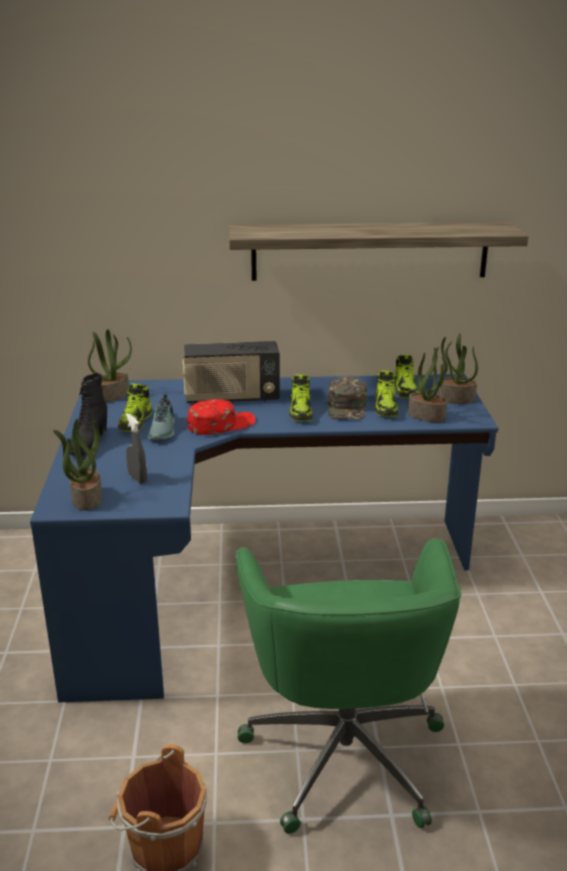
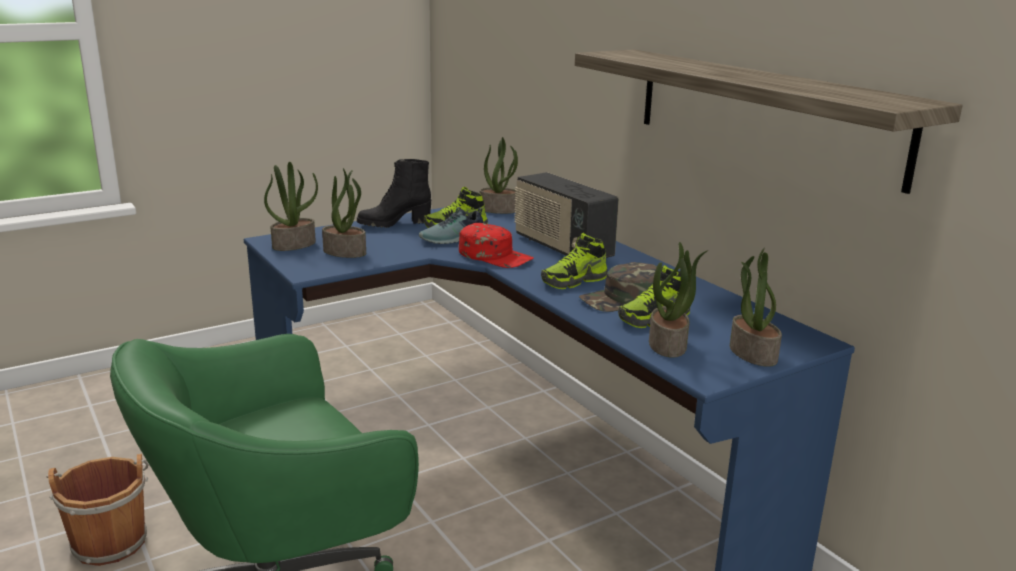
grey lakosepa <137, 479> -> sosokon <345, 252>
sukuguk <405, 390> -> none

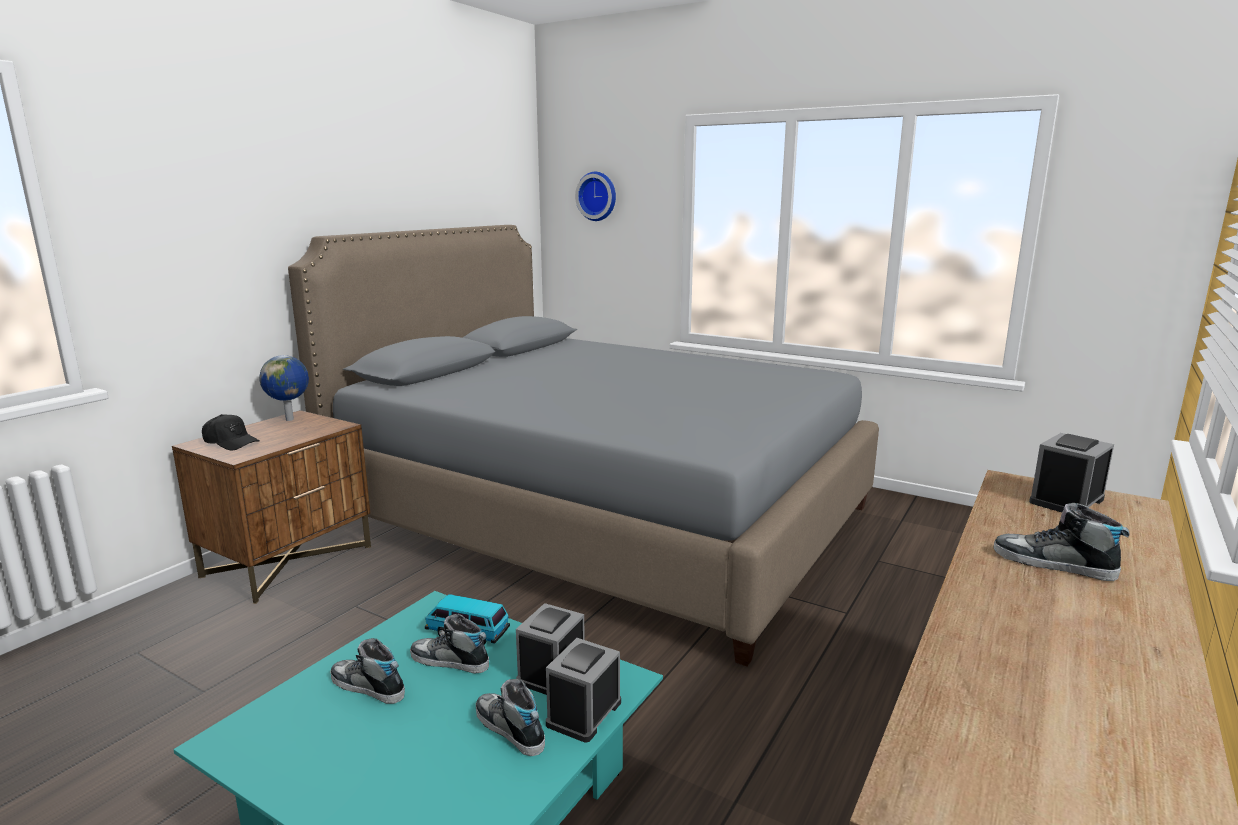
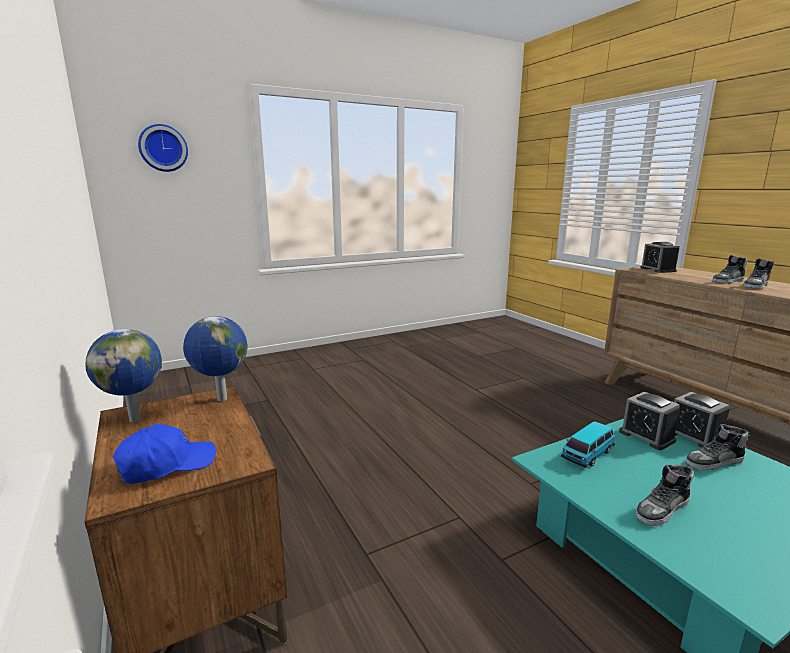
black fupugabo <231, 442> -> blue fupugabo <167, 465>
none -> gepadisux <221, 399>
sukuguk <449, 661> -> sukuguk <756, 286>, shifted
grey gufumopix <601, 515> -> none

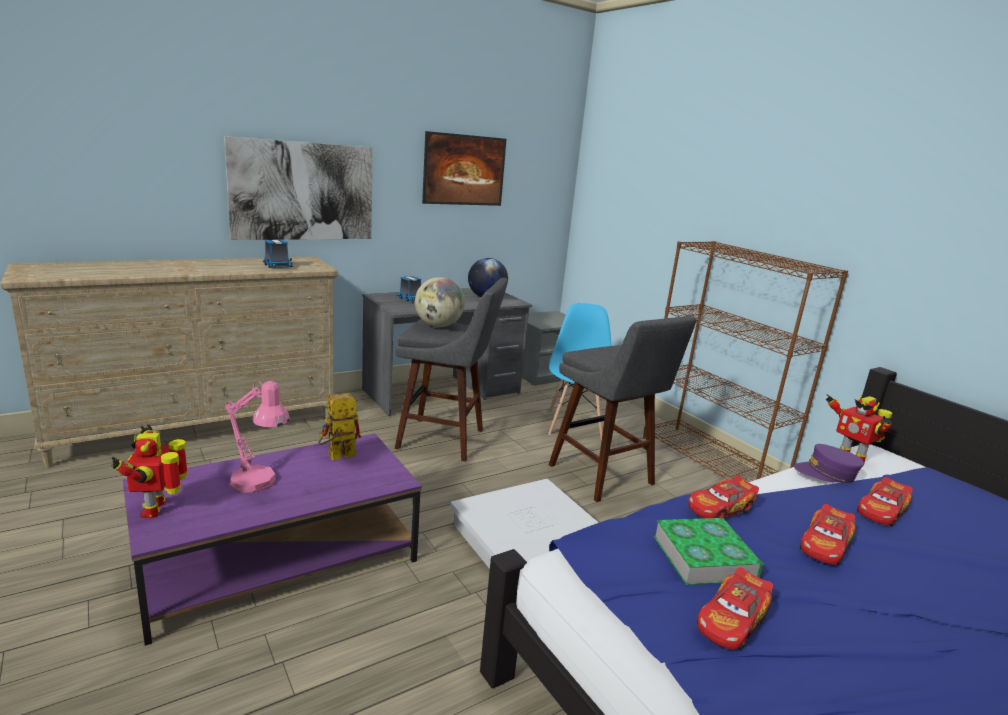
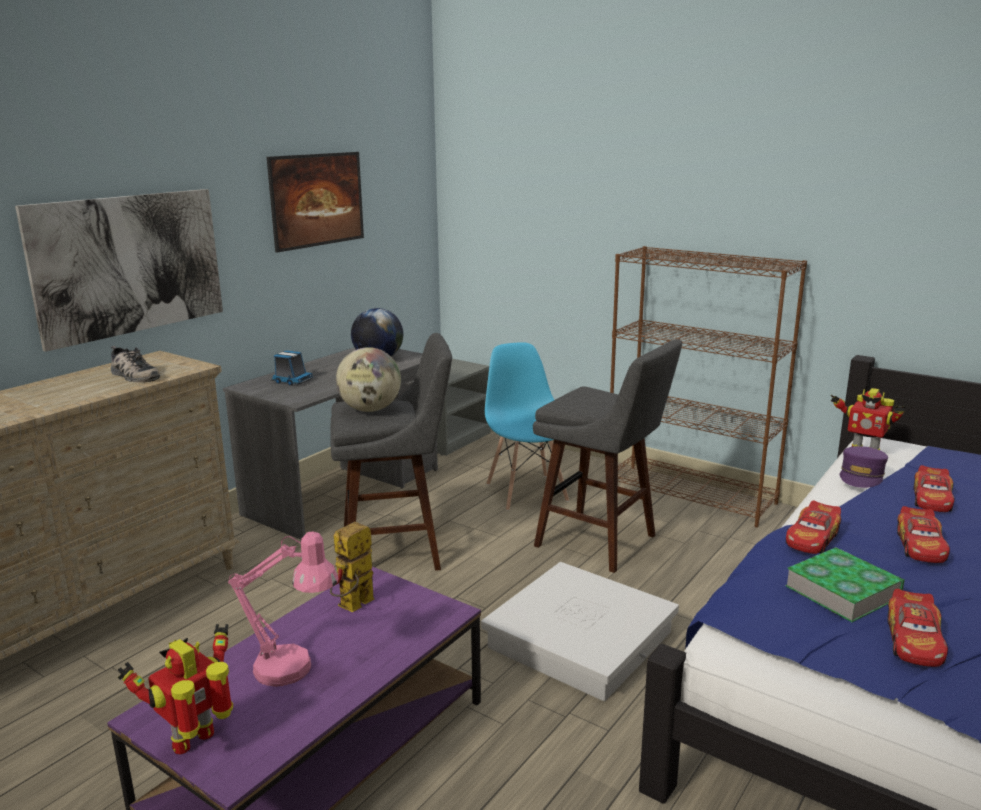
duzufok <277, 266> -> sukuguk <133, 376>
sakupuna <157, 508> -> sakupuna <196, 741>, 75 degrees clockwise
purple fupugabo <826, 473> -> purple fupugabo <861, 476>, 45 degrees counterclockwise

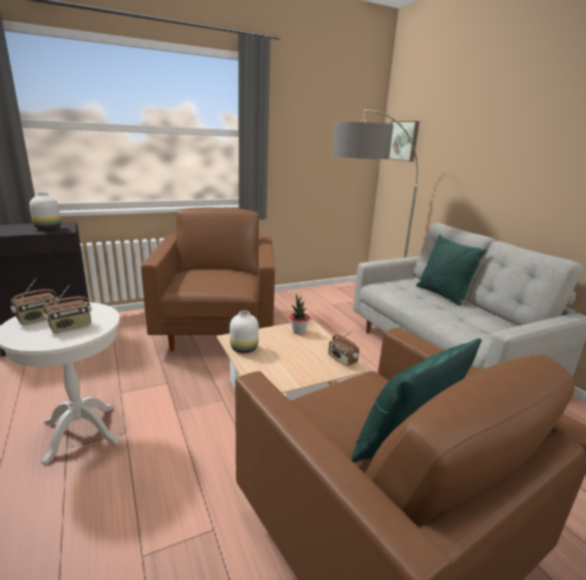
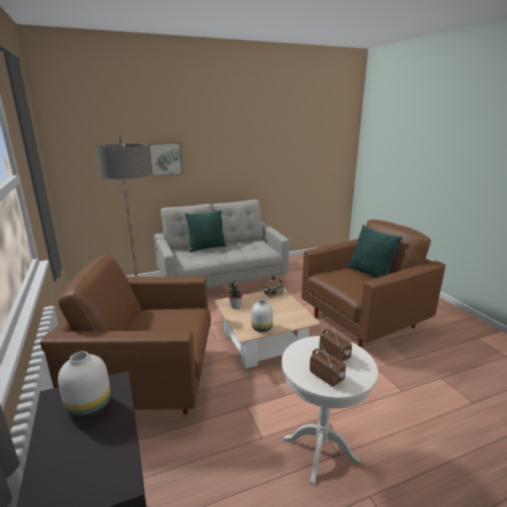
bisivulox <403, 141> -> bisivulox <165, 159>, shifted

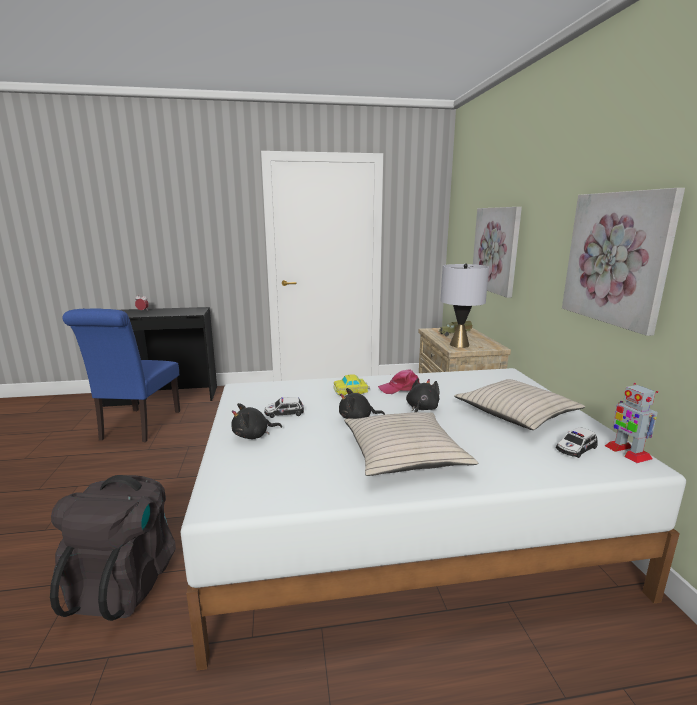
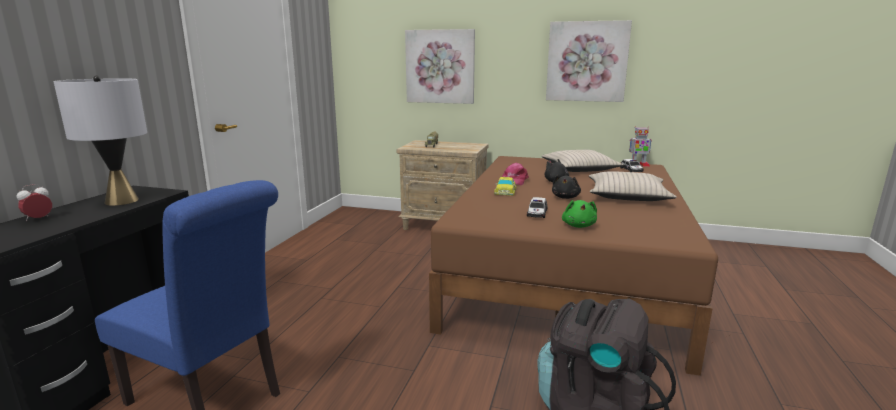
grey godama <459, 345> -> grey godama <122, 201>, shifted
white gufumopix <402, 523> -> brown gufumopix <566, 274>
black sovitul <253, 435> -> green sovitul <578, 225>

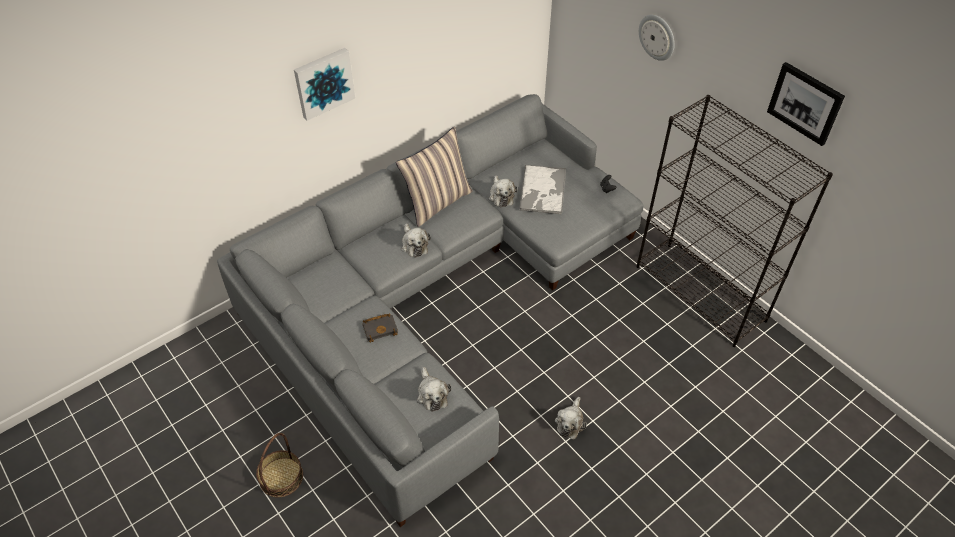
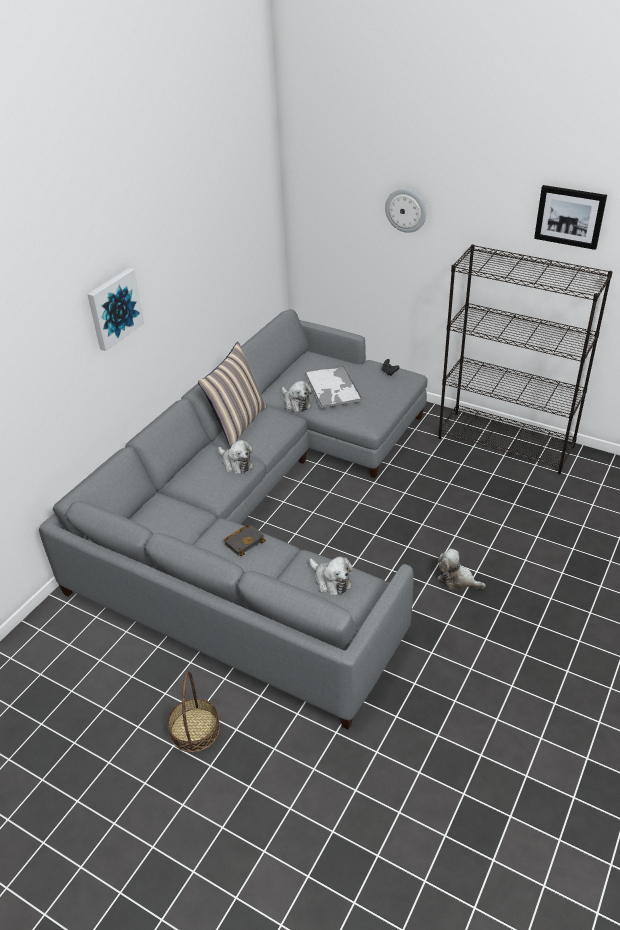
sovitul <570, 422> -> sovitul <457, 579>, 120 degrees clockwise

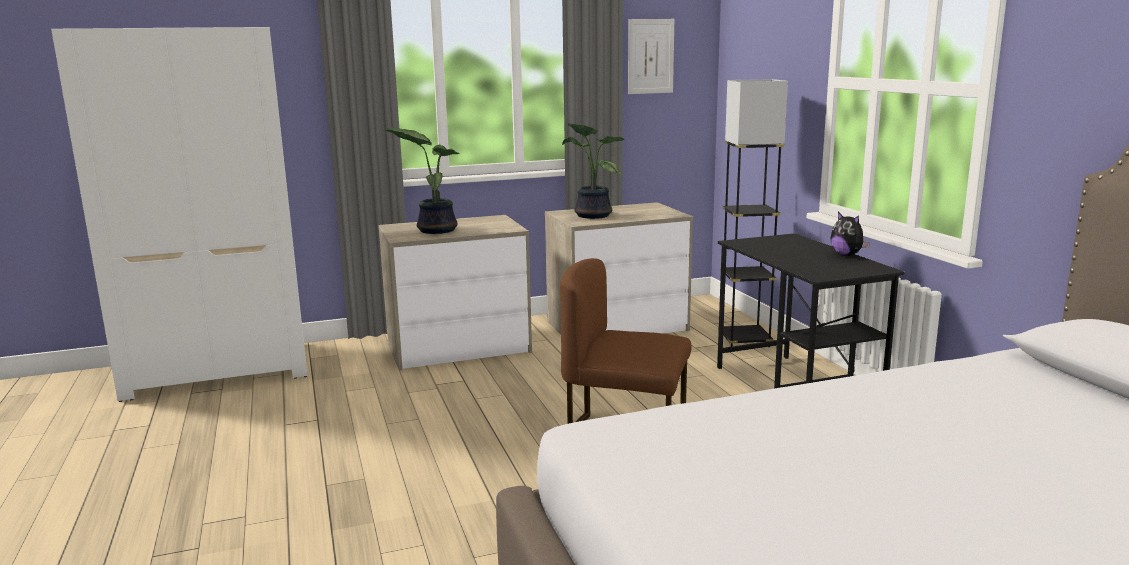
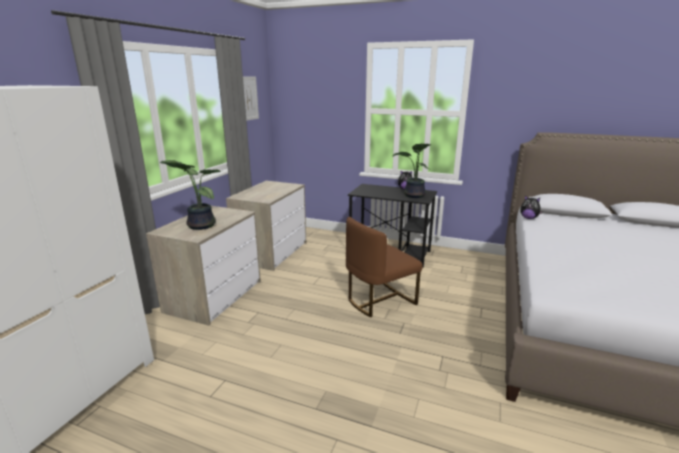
sosokon <590, 215> -> sosokon <414, 196>, shifted
none -> sovitul <529, 218>
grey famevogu <744, 341> -> none

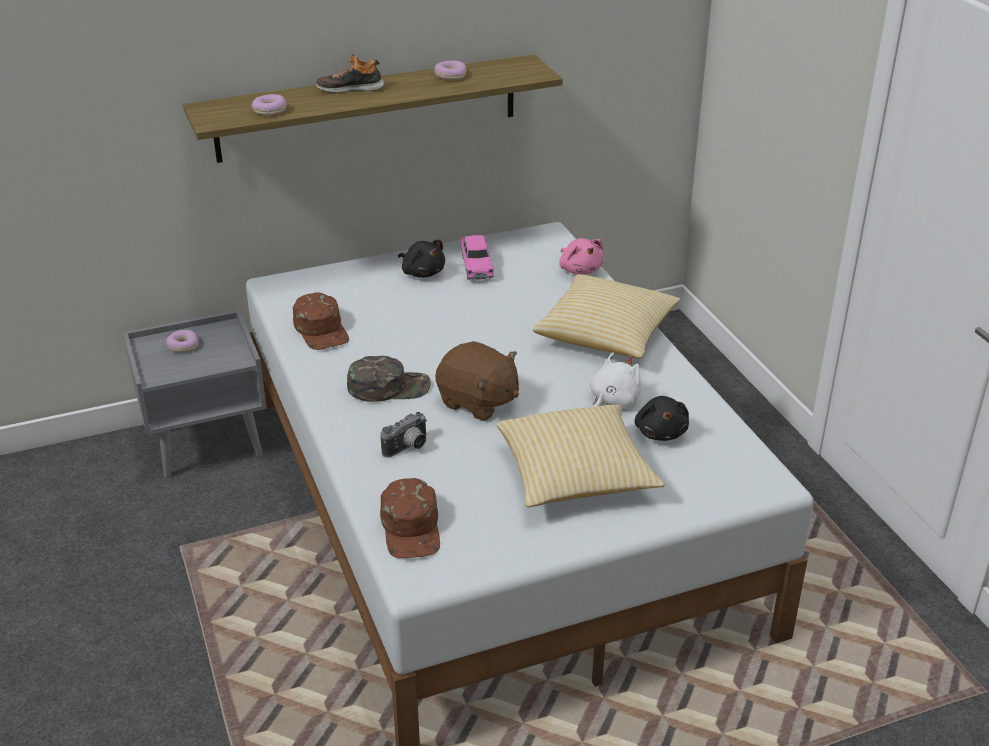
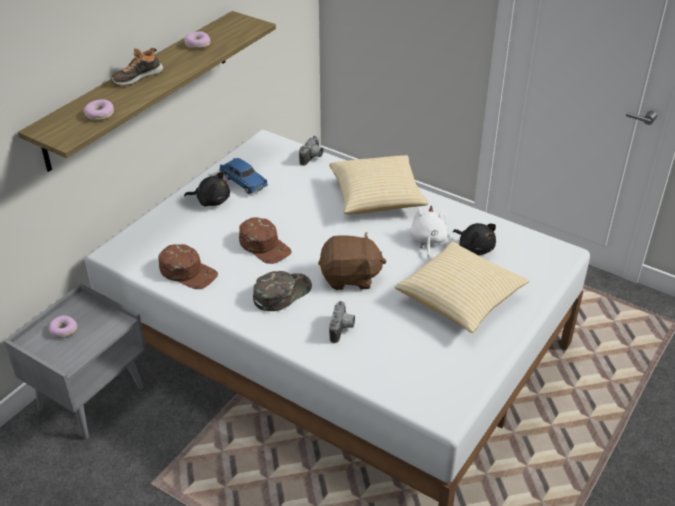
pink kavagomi <476, 266> -> blue kavagomi <243, 182>
brown fupugabo <412, 528> -> brown fupugabo <265, 246>, shifted
pink sovitul <580, 269> -> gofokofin <313, 158>

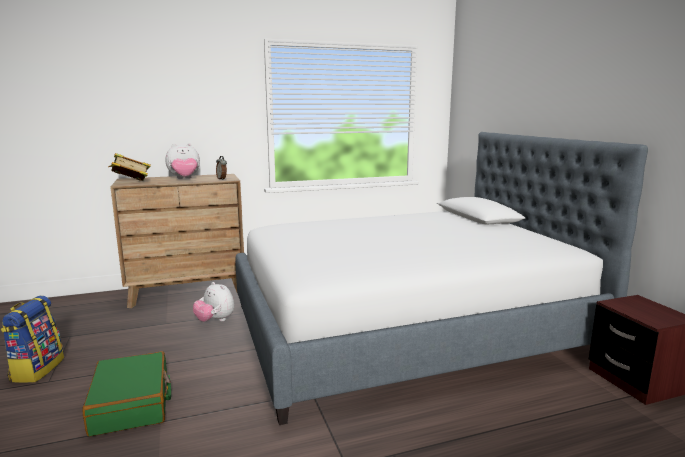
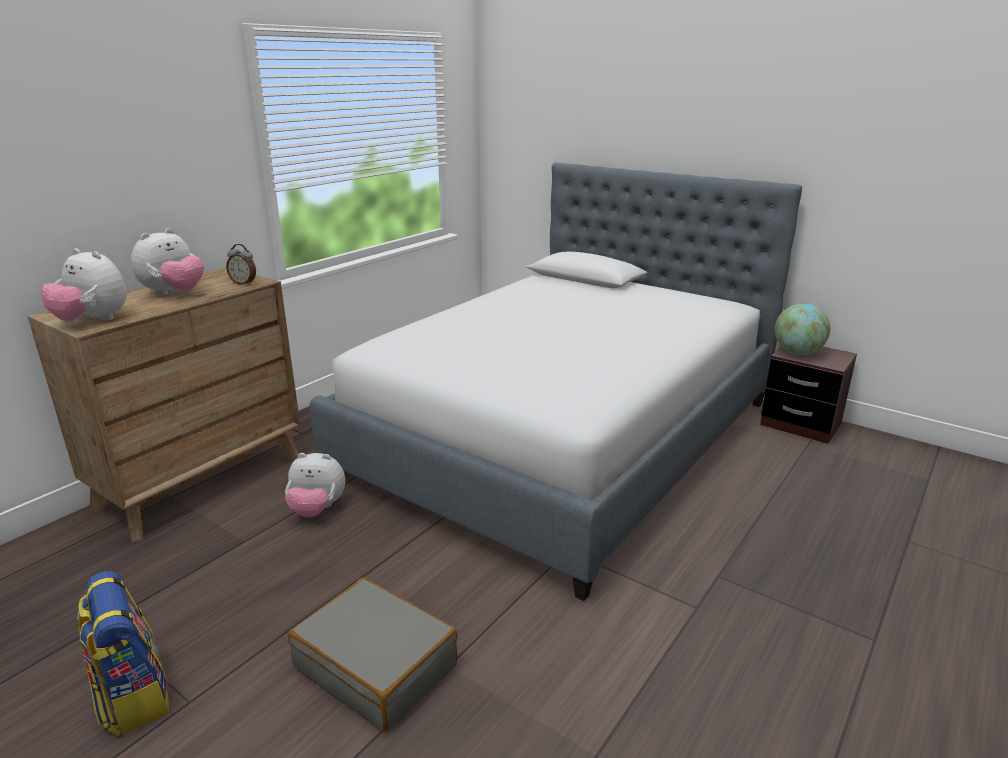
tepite <131, 182> -> sovitul <93, 321>
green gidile <132, 404> -> grey gidile <376, 665>
none -> gepadisux <797, 353>

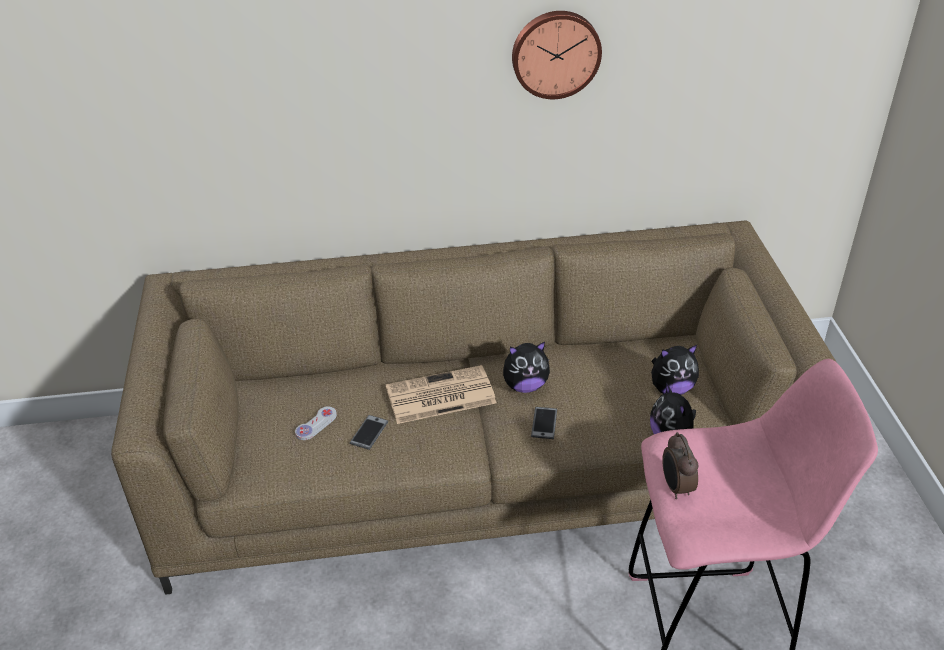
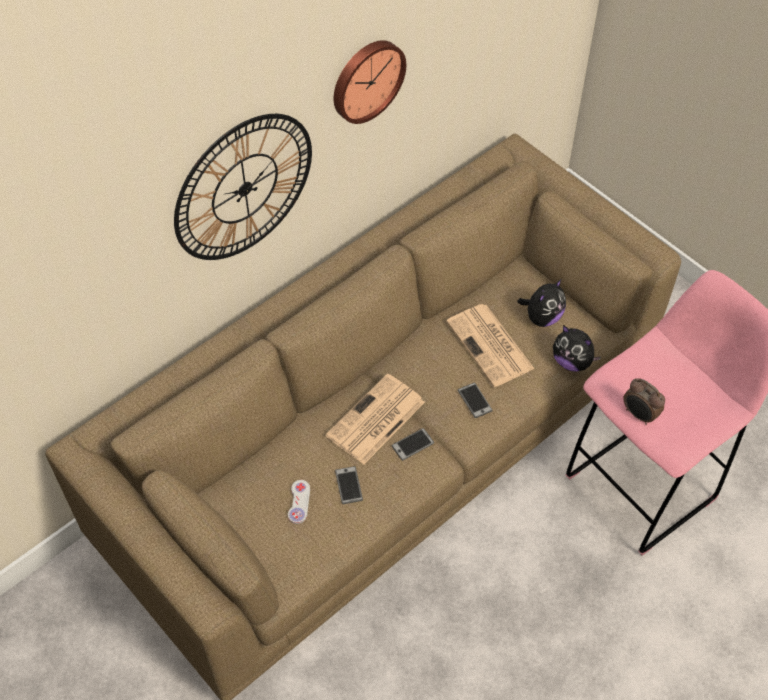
none -> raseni <244, 188>
none -> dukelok <412, 444>
none -> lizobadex <491, 346>
sovitul <525, 385> -> none

